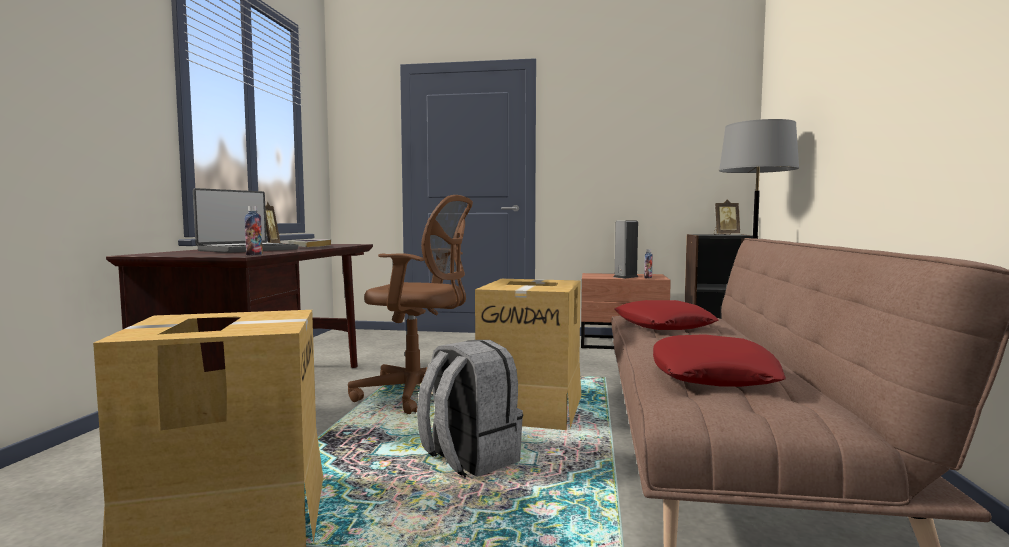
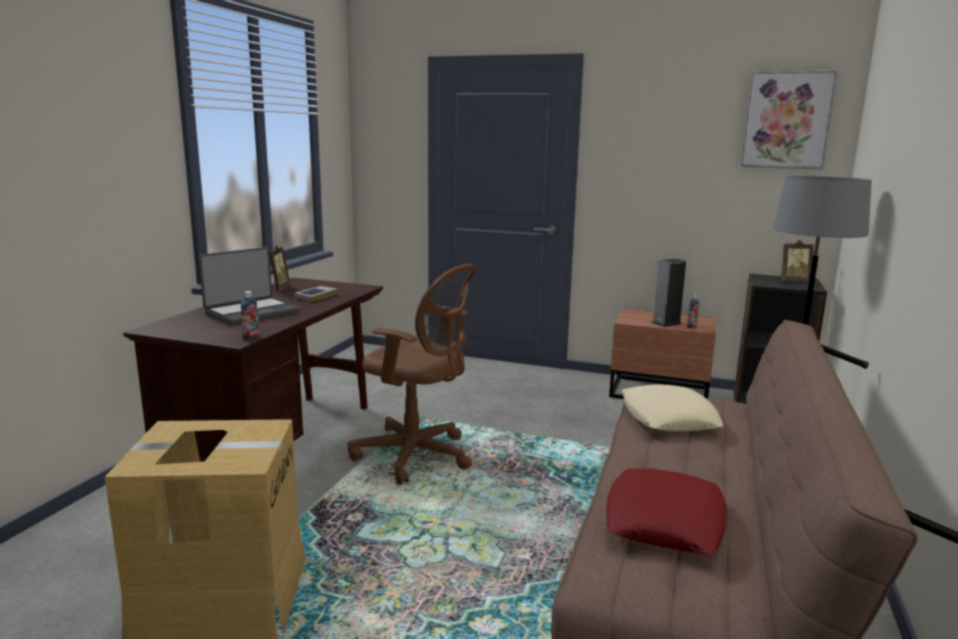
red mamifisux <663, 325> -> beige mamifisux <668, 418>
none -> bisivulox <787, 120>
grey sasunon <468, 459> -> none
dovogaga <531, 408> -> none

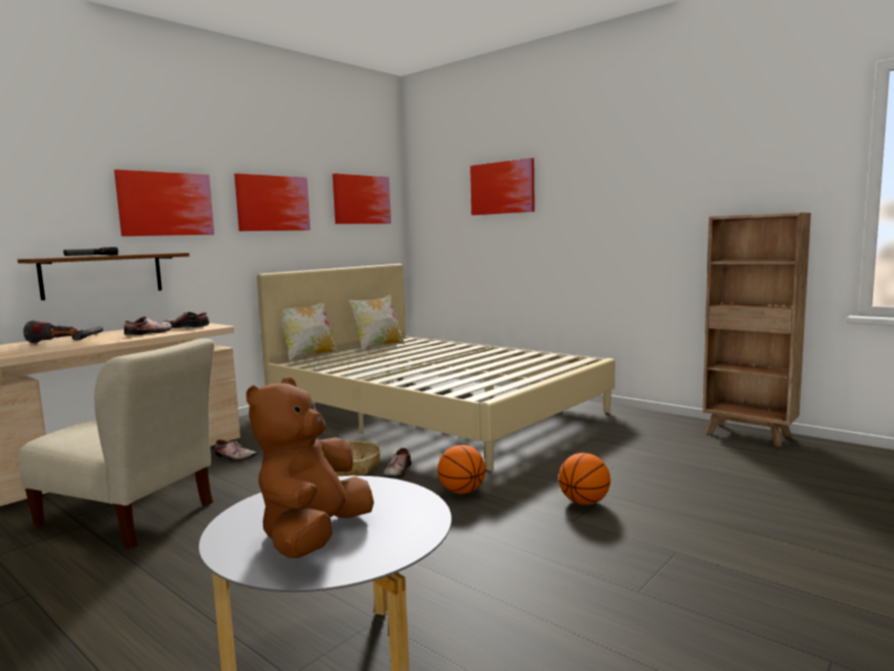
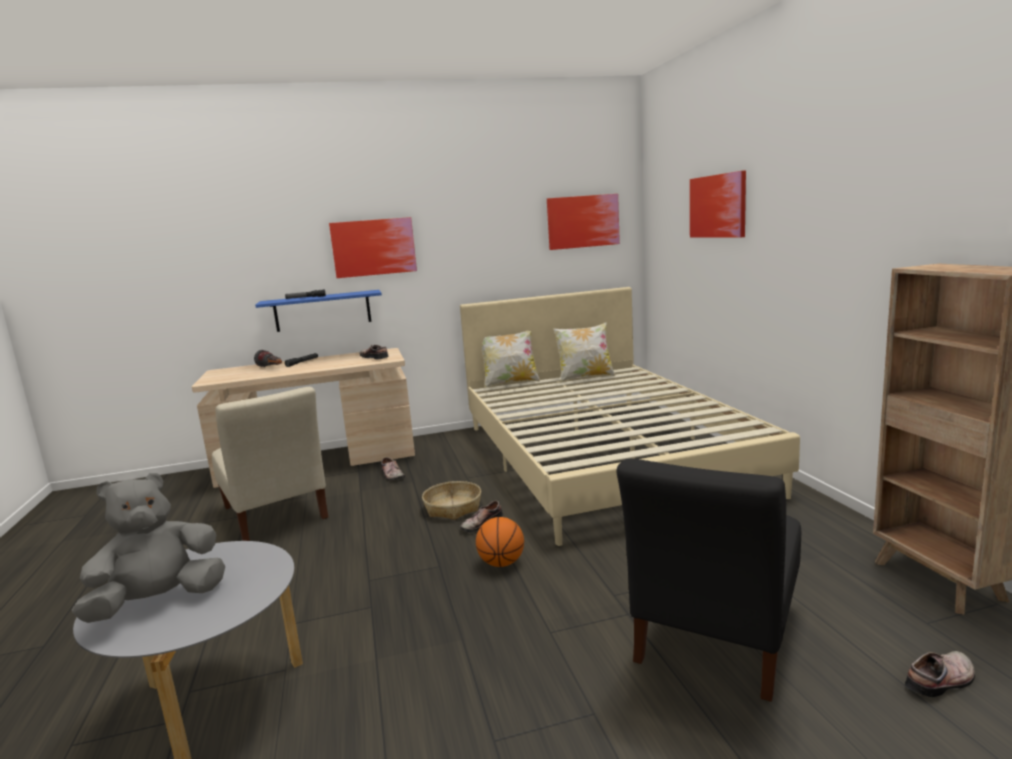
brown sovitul <314, 537> -> grey sovitul <159, 602>
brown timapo <102, 275> -> blue timapo <322, 311>
none -> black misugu <714, 636>
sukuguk <150, 333> -> sukuguk <942, 681>, shifted
bisivulox <273, 203> -> none
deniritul <584, 502> -> none

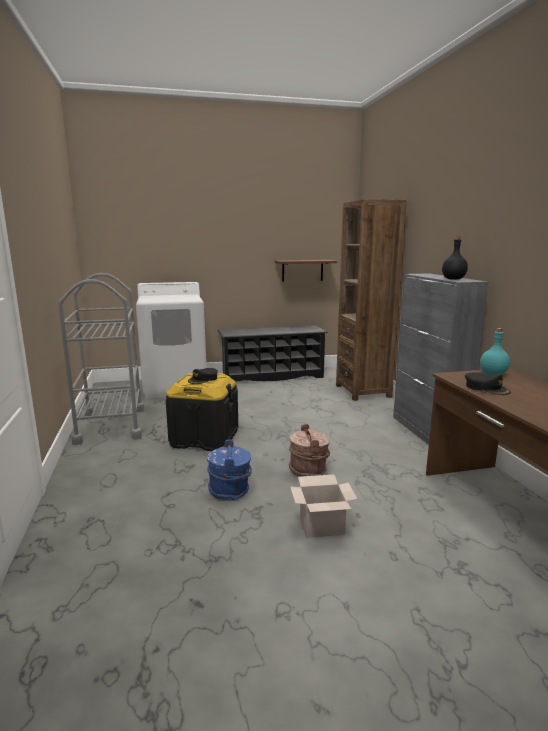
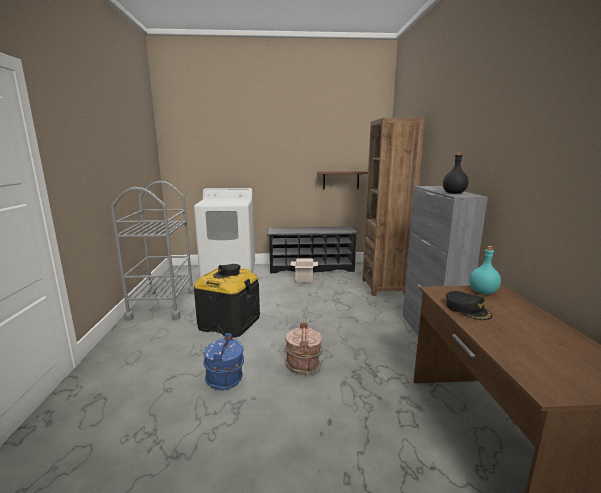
dovogaga <321, 527> -> dovogaga <303, 279>, shifted

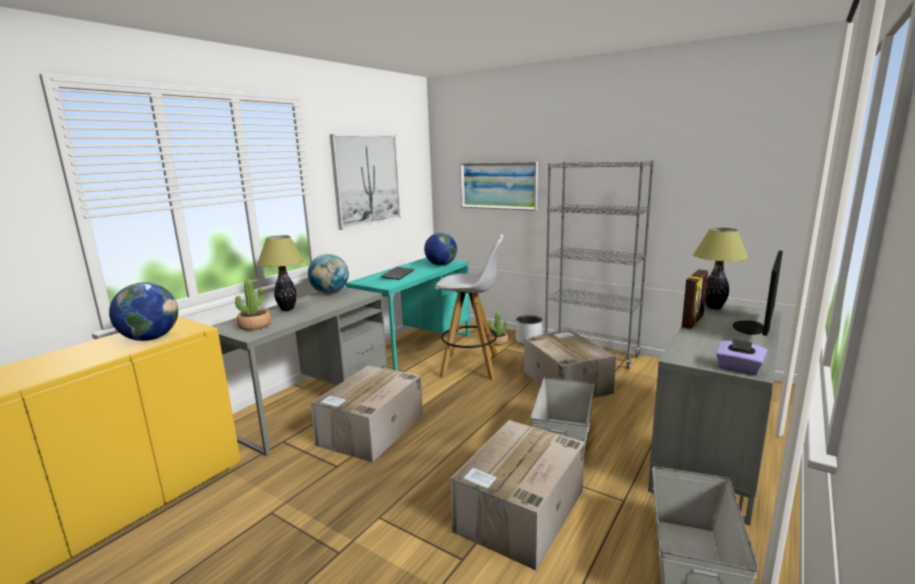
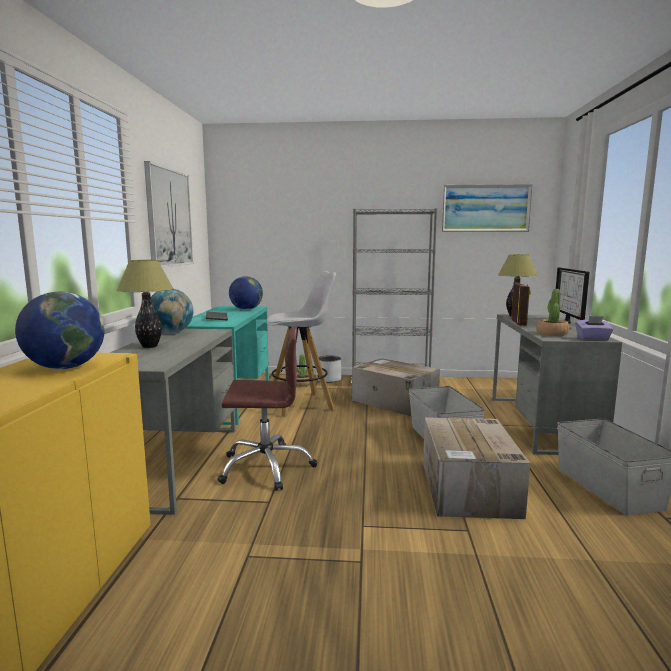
dovogaga <371, 430> -> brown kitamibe <266, 467>
bisivulox <498, 185> -> bisivulox <485, 208>, shifted
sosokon <255, 326> -> sosokon <551, 333>, shifted

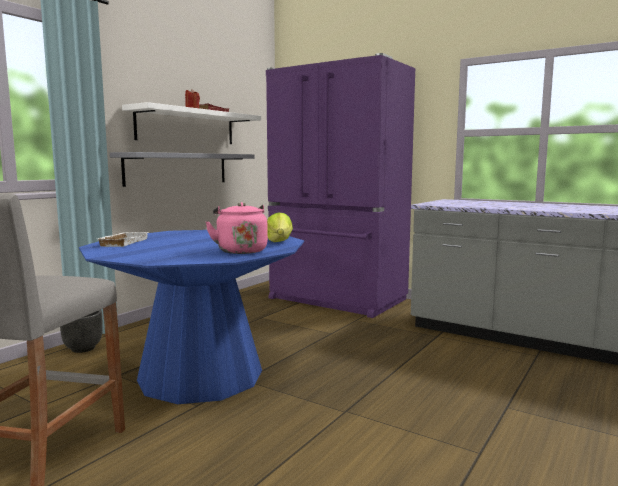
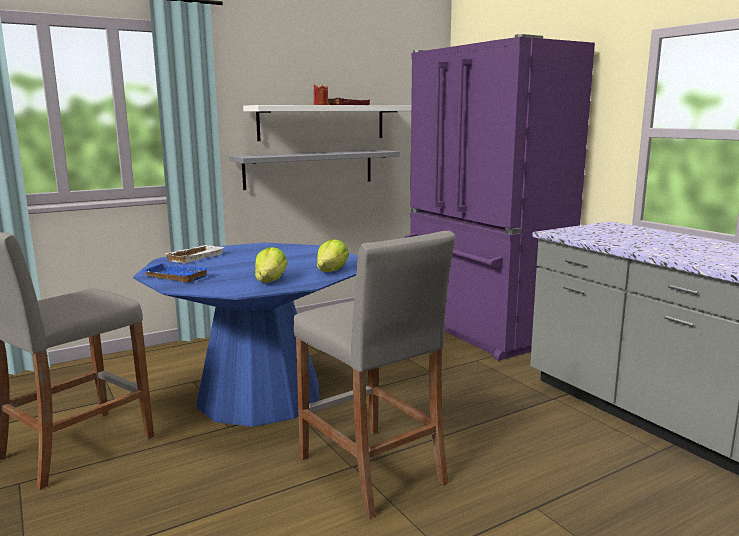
none -> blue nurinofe <173, 277>
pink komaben <240, 250> -> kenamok <271, 281>
none -> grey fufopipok <371, 470>
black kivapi <82, 349> -> none

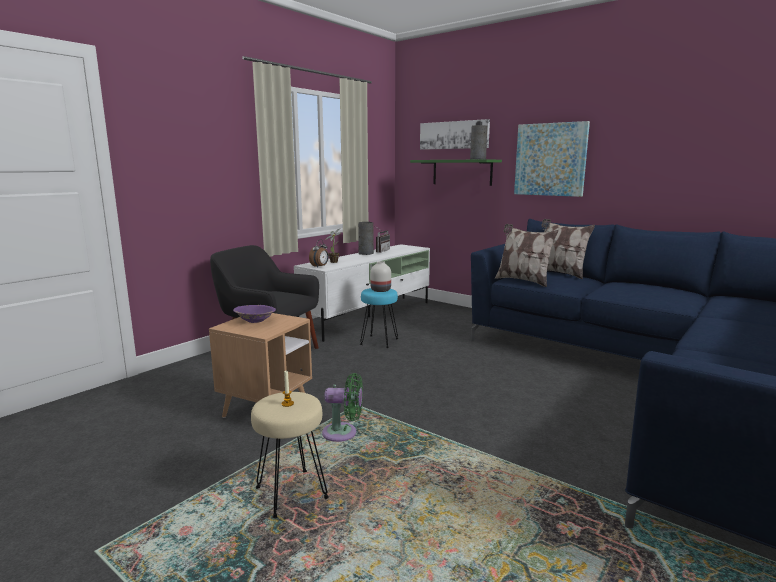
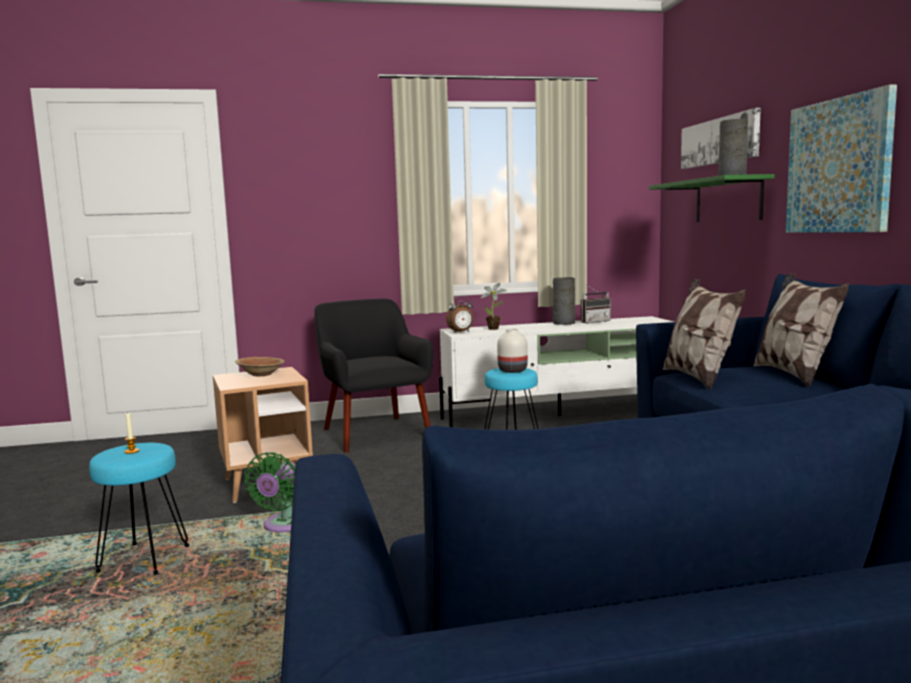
beige fufopipok <291, 493> -> turquoise fufopipok <143, 559>
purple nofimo <255, 321> -> brown nofimo <261, 374>
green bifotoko <343, 433> -> green bifotoko <283, 526>, 60 degrees clockwise

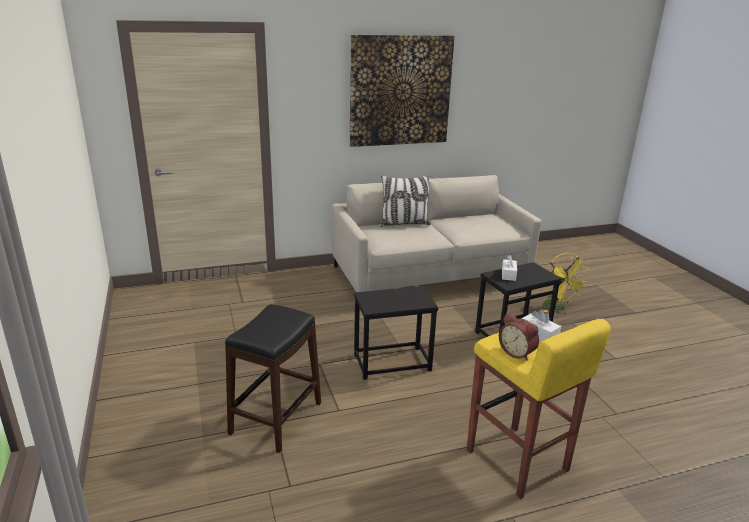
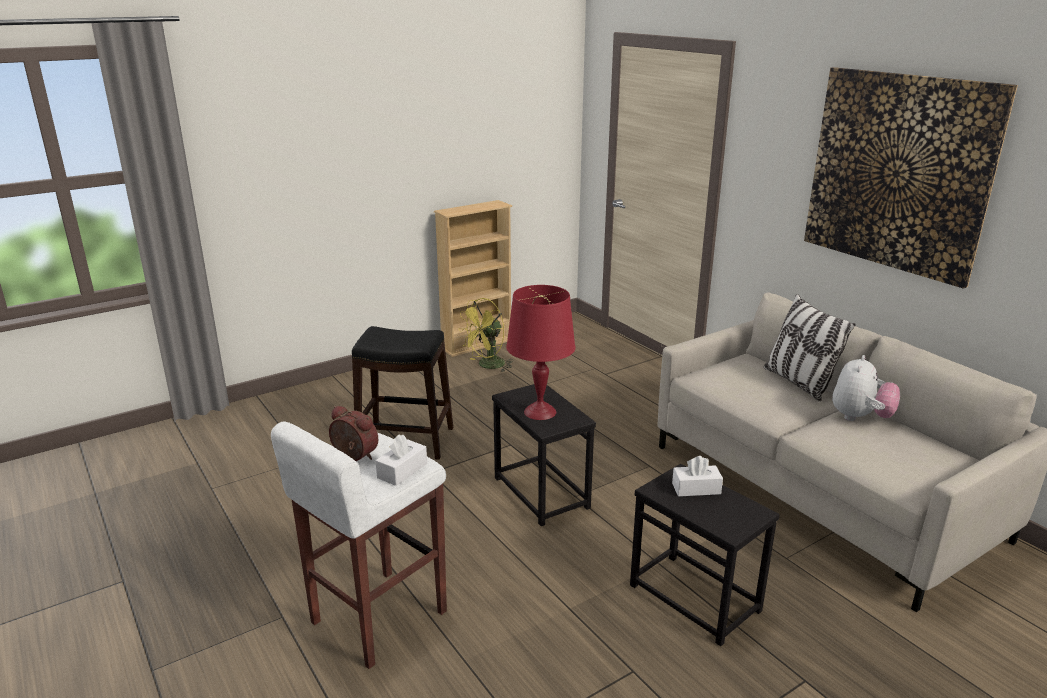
yellow fufopipok <517, 462> -> white fufopipok <376, 617>
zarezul <517, 352> -> zarezul <353, 457>, 90 degrees clockwise
none -> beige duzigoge <476, 344>
yellow bifotoko <558, 307> -> yellow bifotoko <487, 366>, shifted
none -> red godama <540, 411>
none -> sovitul <860, 417>

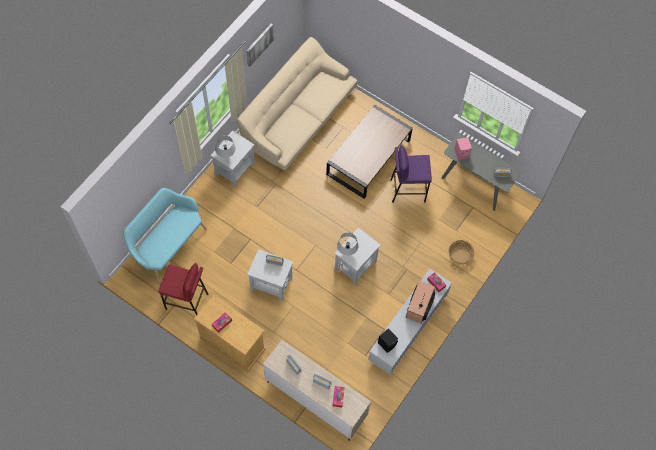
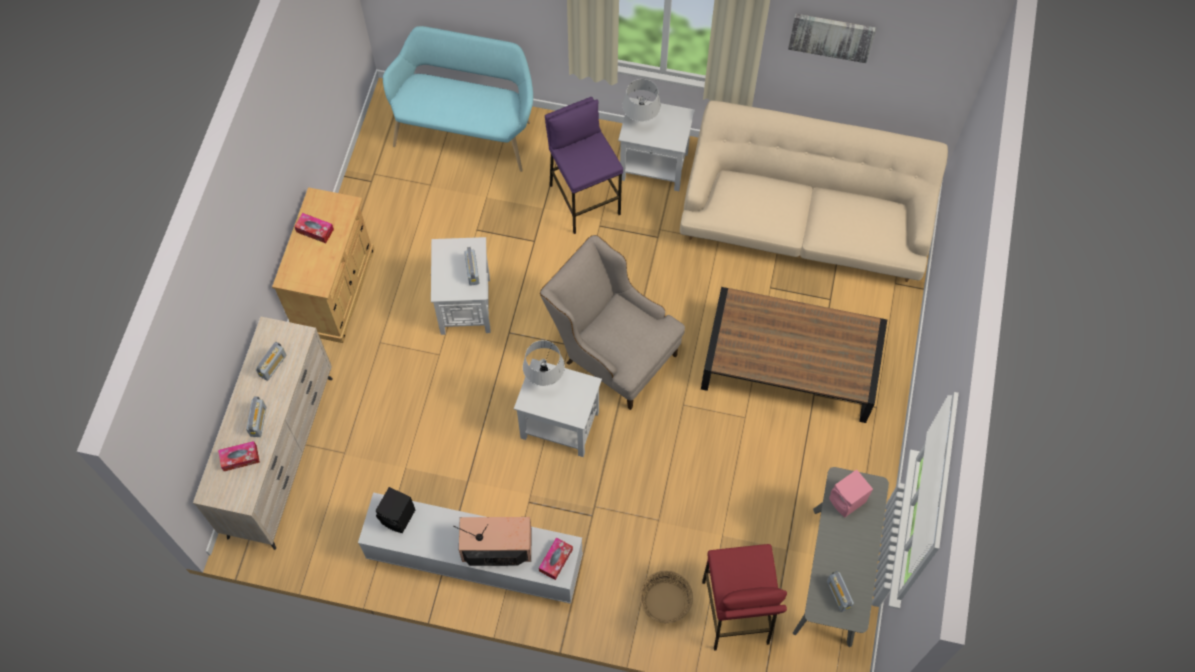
none -> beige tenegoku <612, 352>
purple fufopipok <407, 190> -> purple fufopipok <584, 199>, shifted
red fufopipok <187, 301> -> red fufopipok <735, 612>, shifted

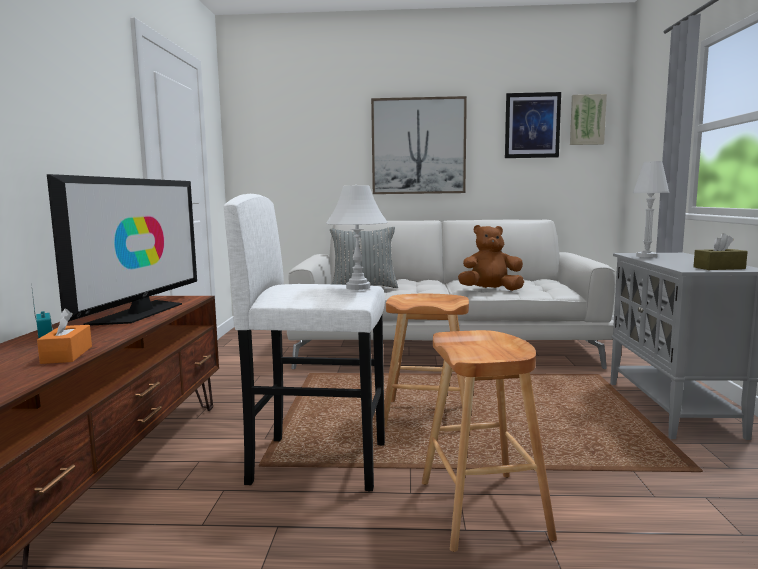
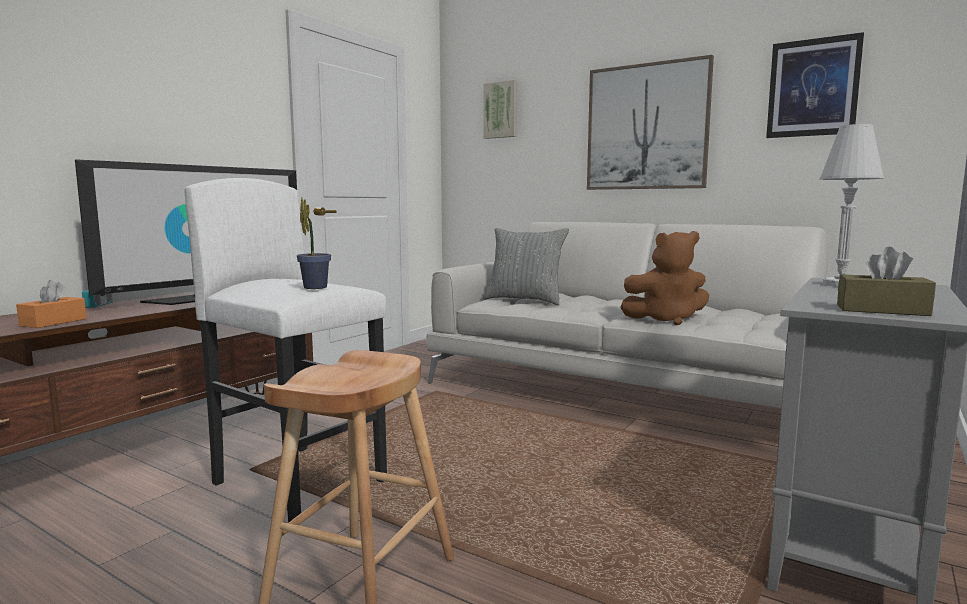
white godama <357, 287> -> sosokon <314, 287>
bisivulox <587, 120> -> bisivulox <501, 110>, shifted
brown sovitul <490, 290> -> brown sovitul <666, 320>, 150 degrees clockwise
brown fufopipok <427, 416> -> none

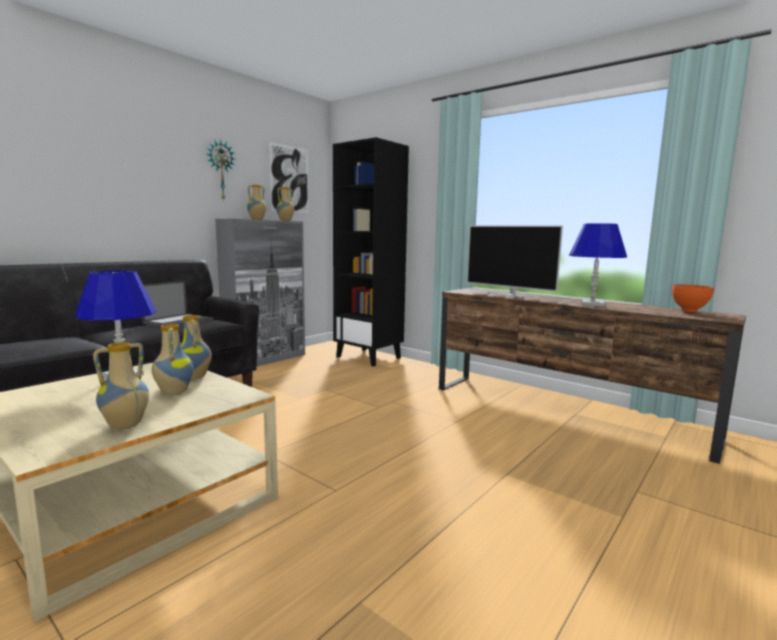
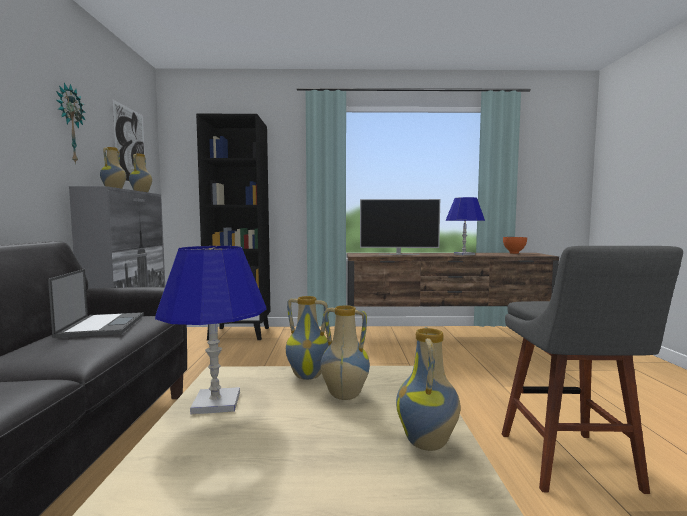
none -> grey fufopipok <570, 465>

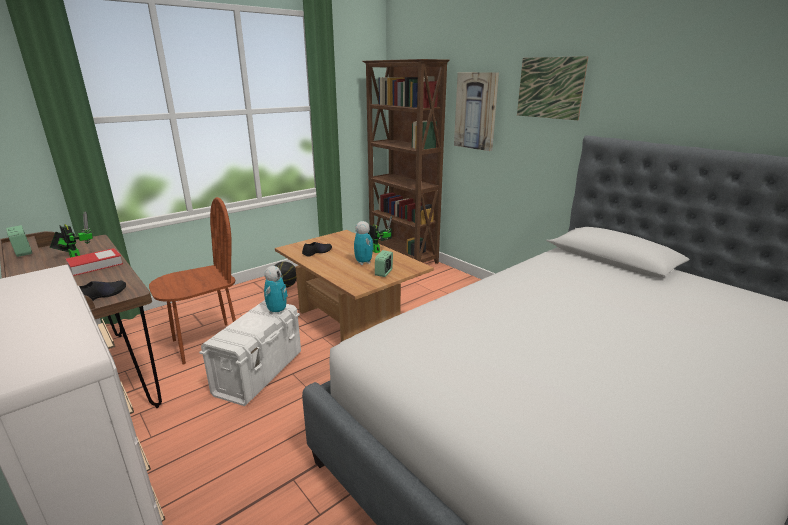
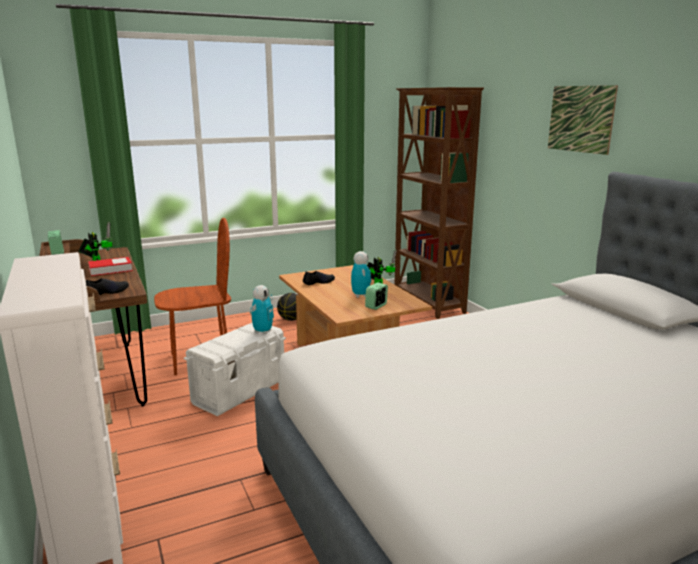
bisivulox <476, 111> -> none

